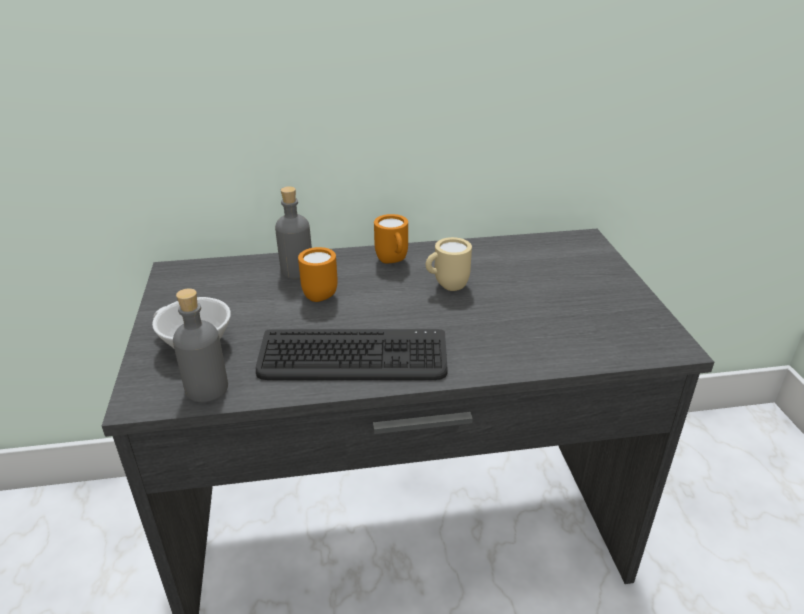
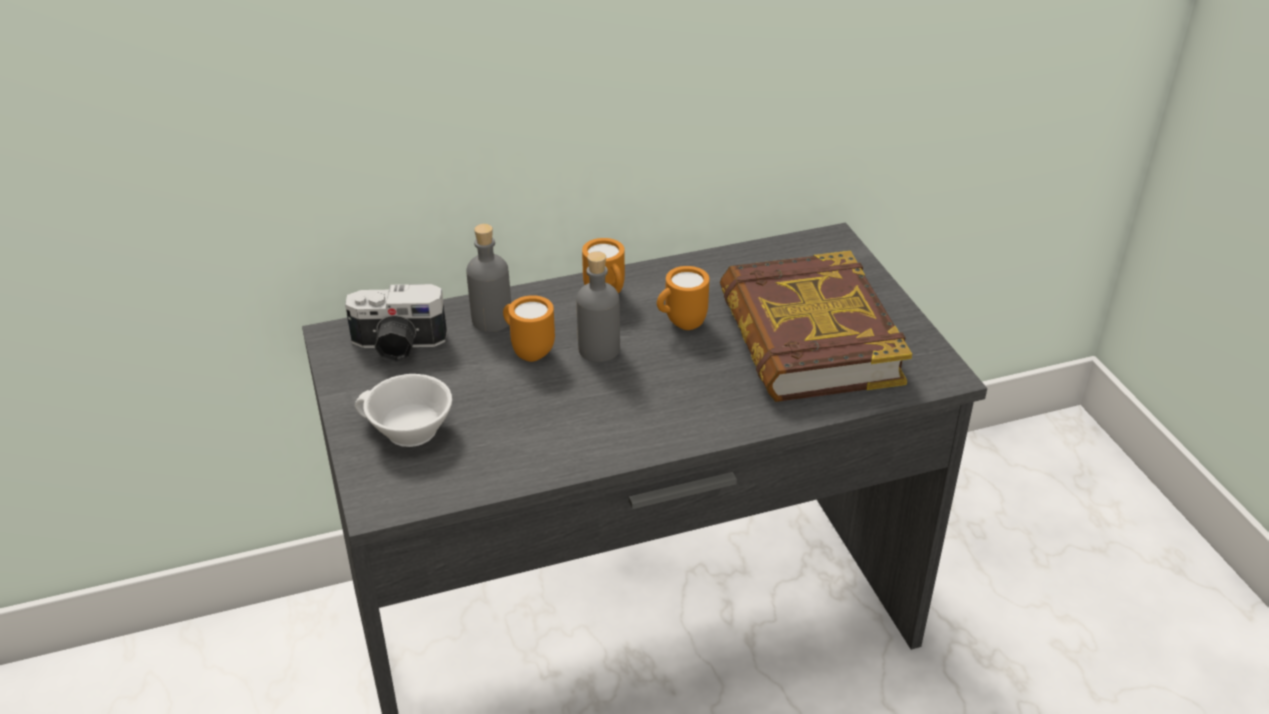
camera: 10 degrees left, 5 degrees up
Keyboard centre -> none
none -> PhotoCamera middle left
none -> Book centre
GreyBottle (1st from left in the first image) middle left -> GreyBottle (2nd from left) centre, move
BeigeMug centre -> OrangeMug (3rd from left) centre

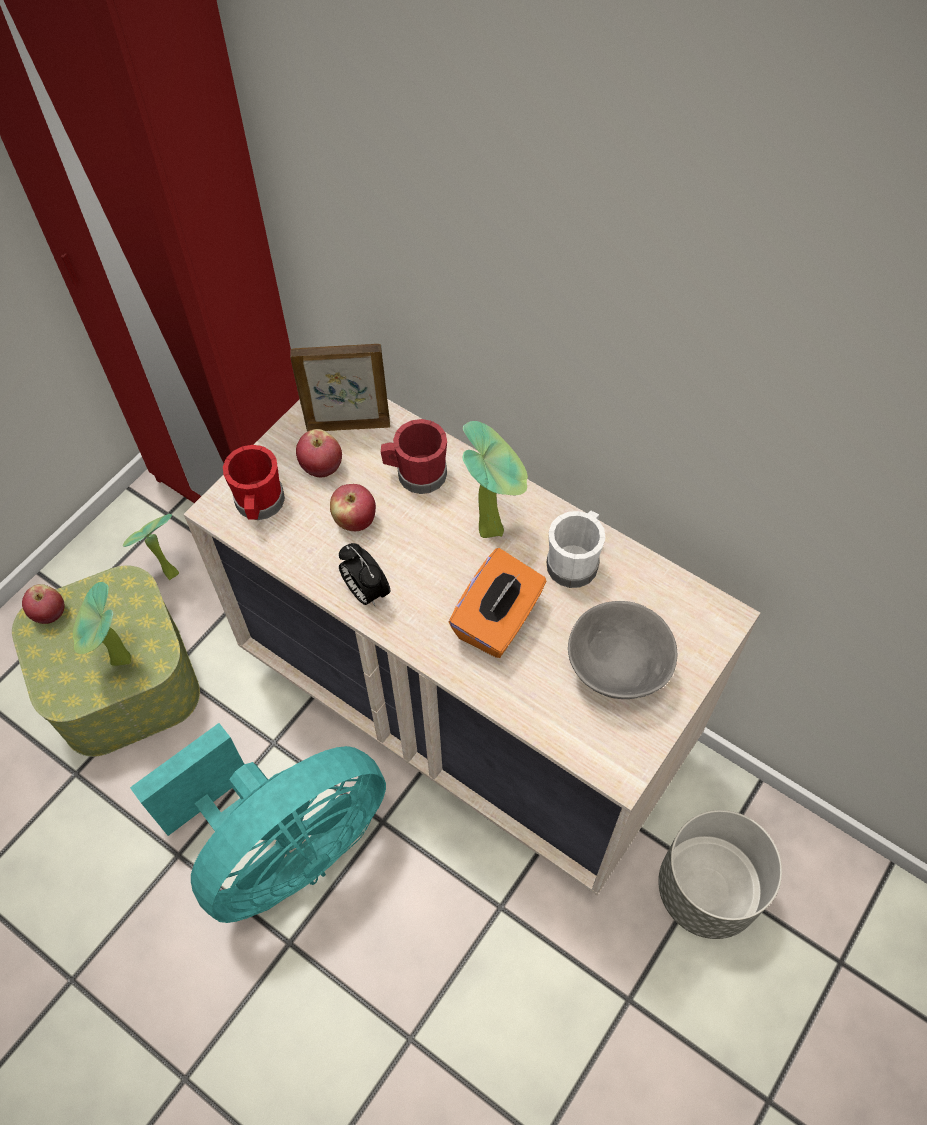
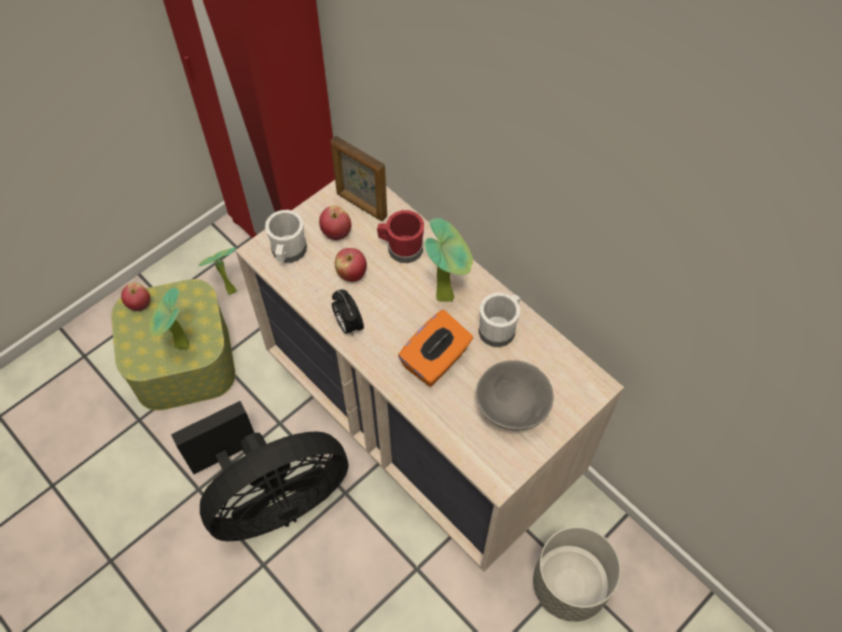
camera: 10 degrees right, 0 degrees up
TurquoiseFan bottom left -> BlackFan bottom left
RedMug (1st from left) middle left -> WhiteMug (1st from left) centre
PictureFrame centre -> PictureFrame top centre, 150 degrees counterclockwise

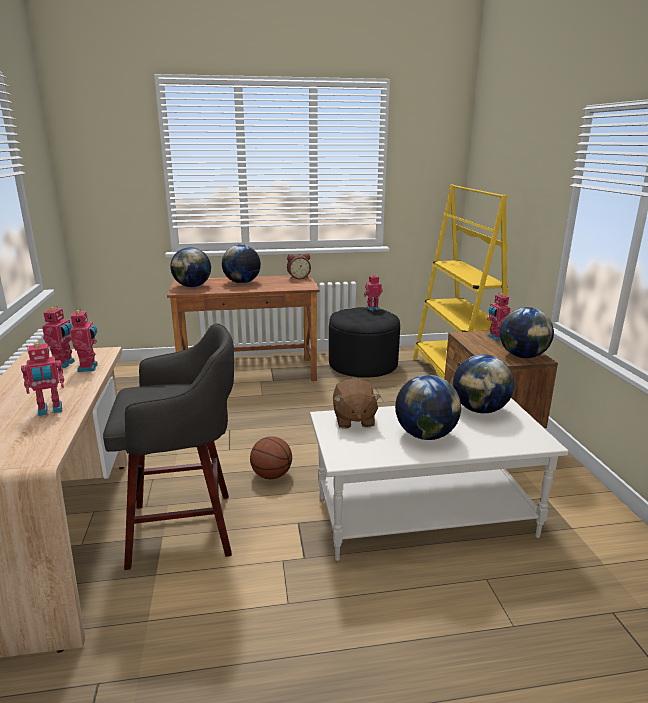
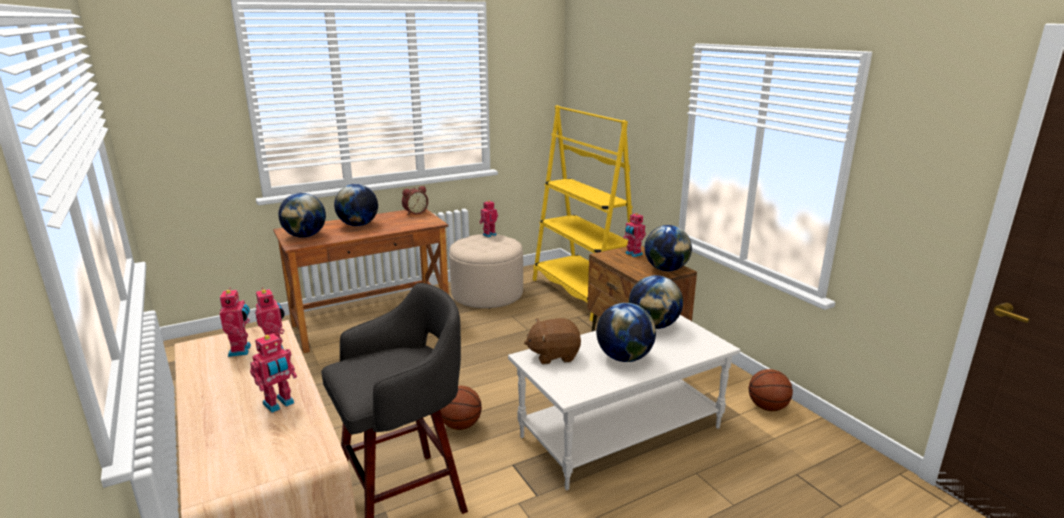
camera: 20 degrees left, 0 degrees up
none -> Basketball (2nd from left) bottom right
BlackOttoman centre -> BeigeOttoman centre
BrownPlushToy centre, 105 degrees clockwise

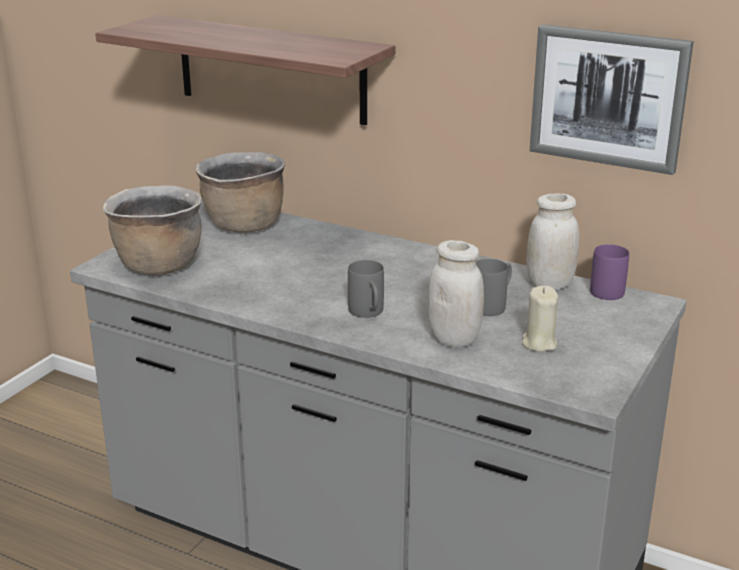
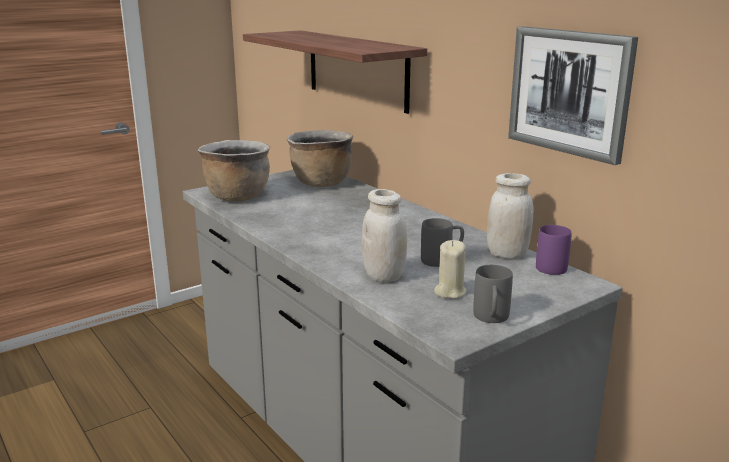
camera: 25 degrees right, 5 degrees down
GreyMug (1st from left in the first image) centre -> GreyMug (2nd from left) middle right, move

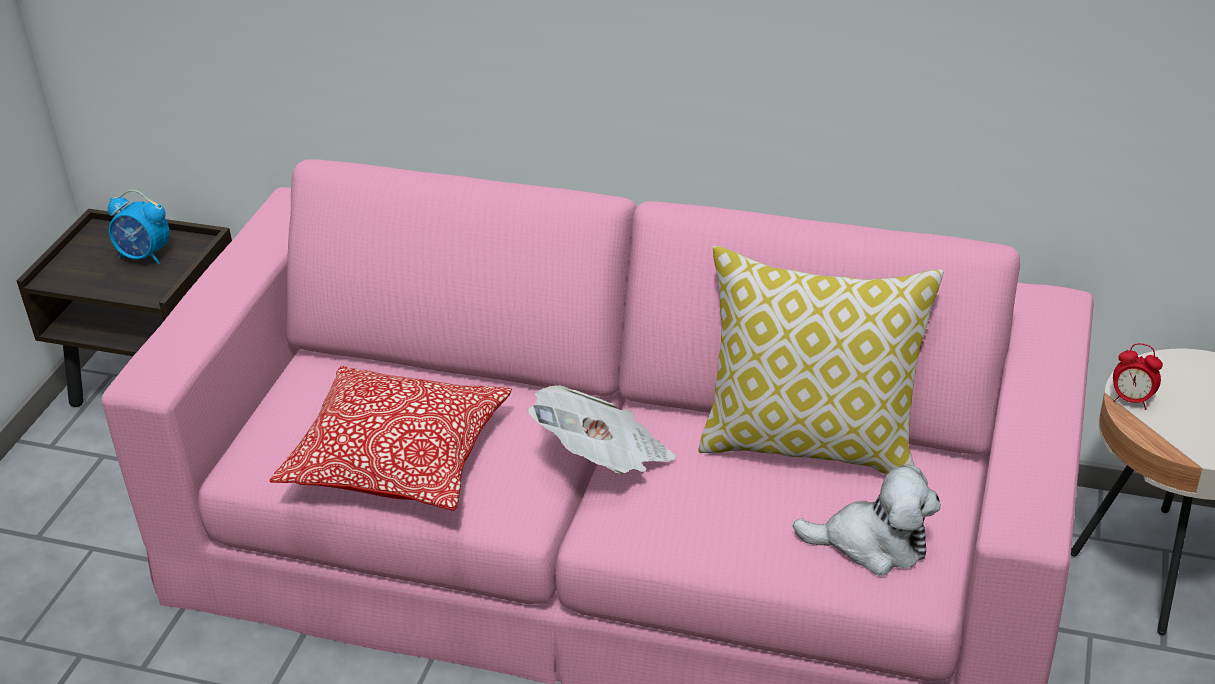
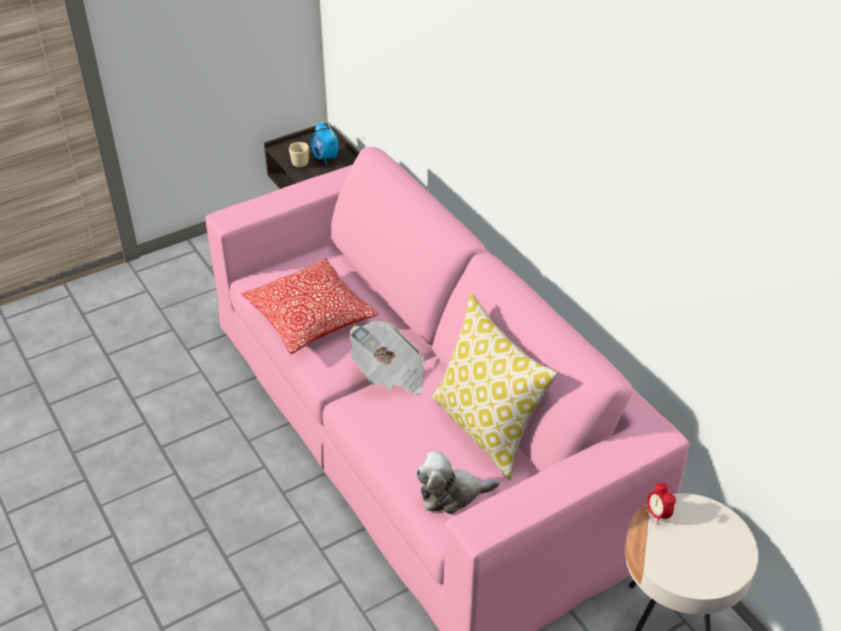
camera: 40 degrees right, 5 degrees up
none -> BeigeMug top centre
PlushToy bottom right -> PlushToy bottom centre, 120 degrees clockwise

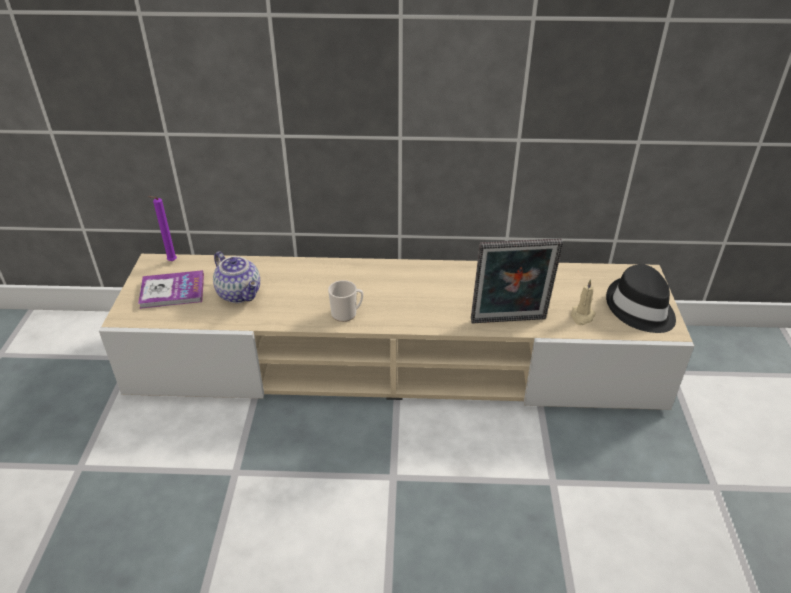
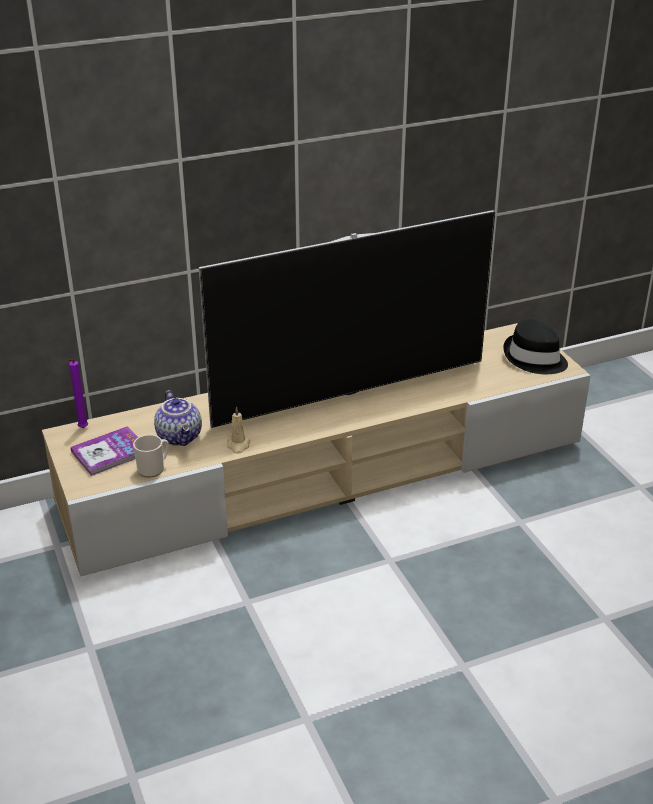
camera: 25 degrees left, 5 degrees down
PictureFrame centre -> none
none -> Television centre
Mug centre -> Mug middle left, move
BeigeCandle middle right -> BeigeCandle centre, move
Teapot middle left, 45 degrees clockwise

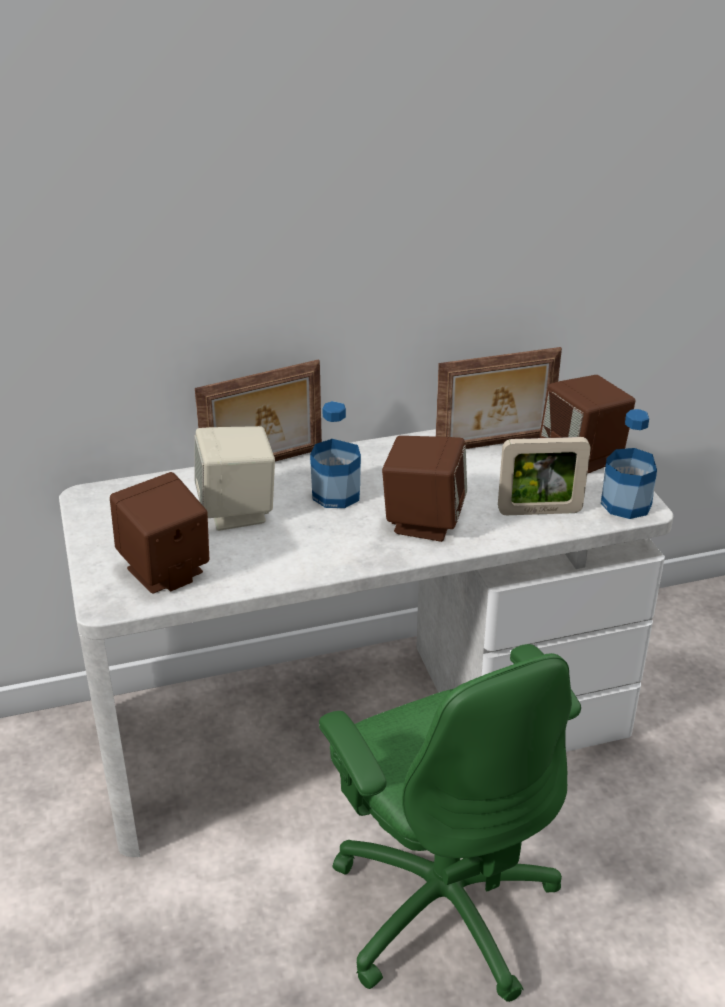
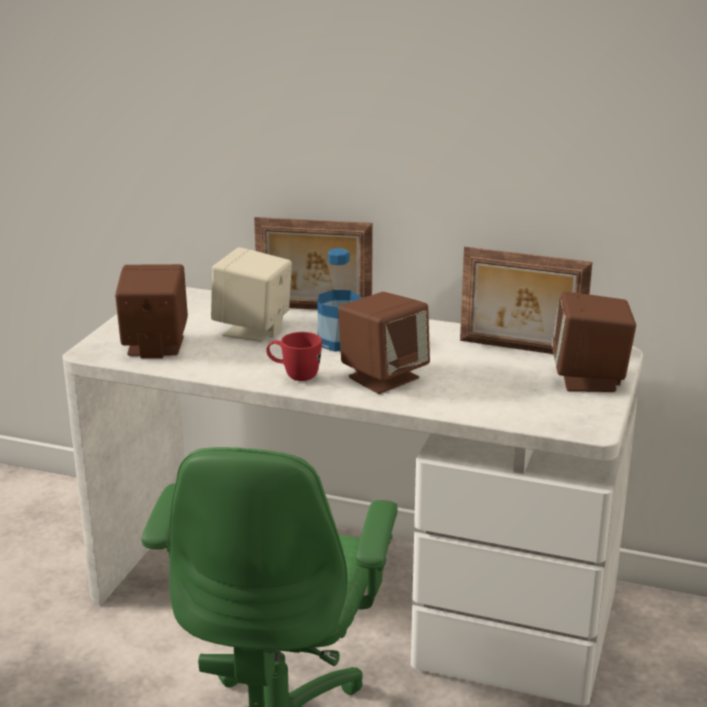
camera: 35 degrees right, 10 degrees down
PictureFrame (3rd from left) middle right -> none
Bottle (2nd from left) middle right -> none
none -> RedMug centre

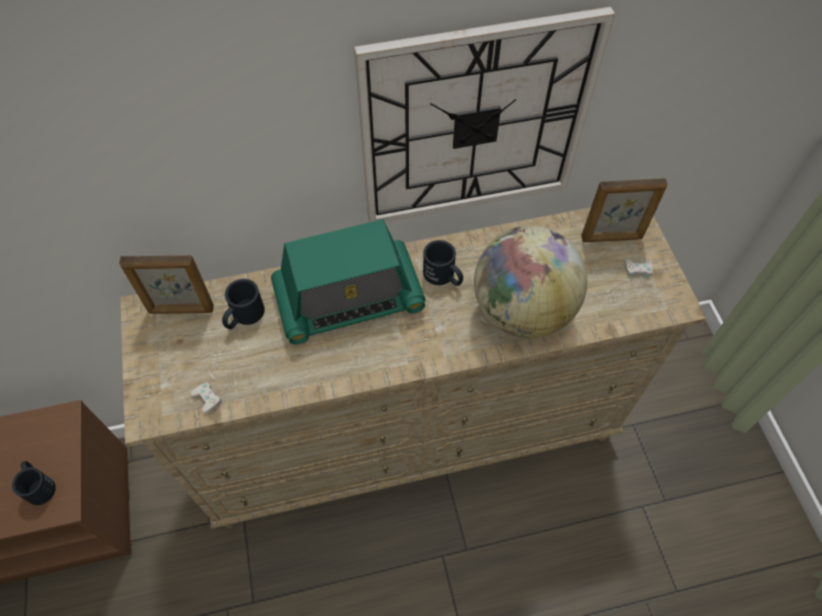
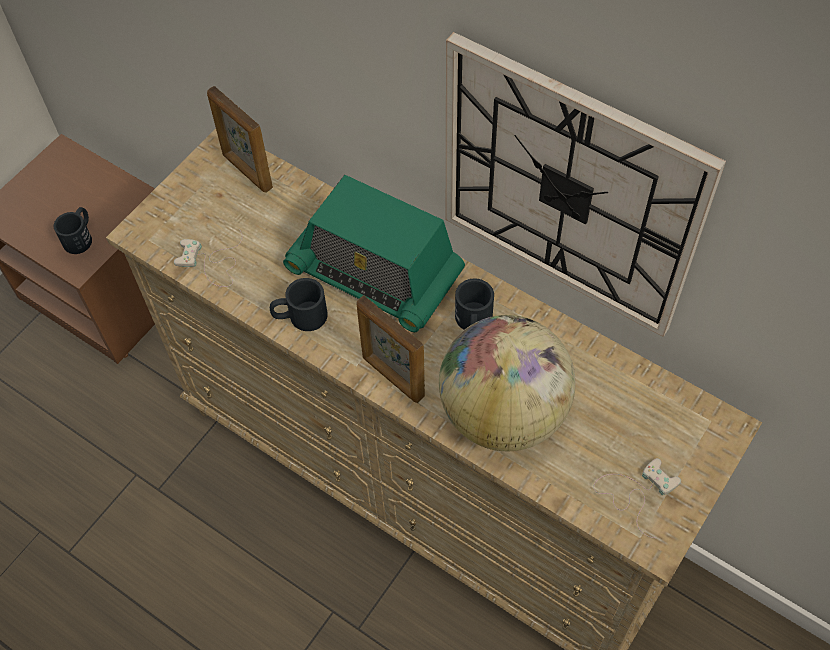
camera: 50 degrees right, 0 degrees up
BlackMug (2nd from left) middle left -> BlackMug (2nd from left) centre, move
PictureFrame (2nd from left) middle right -> PictureFrame (2nd from left) centre, move

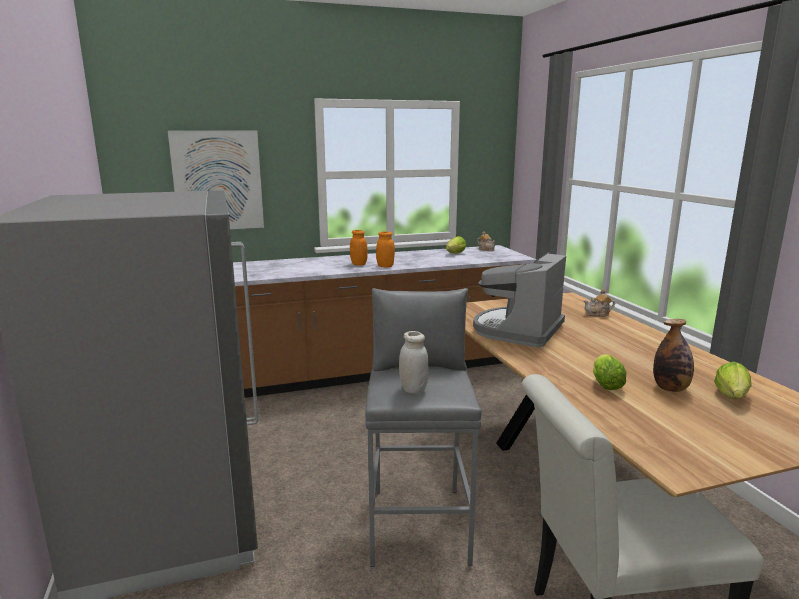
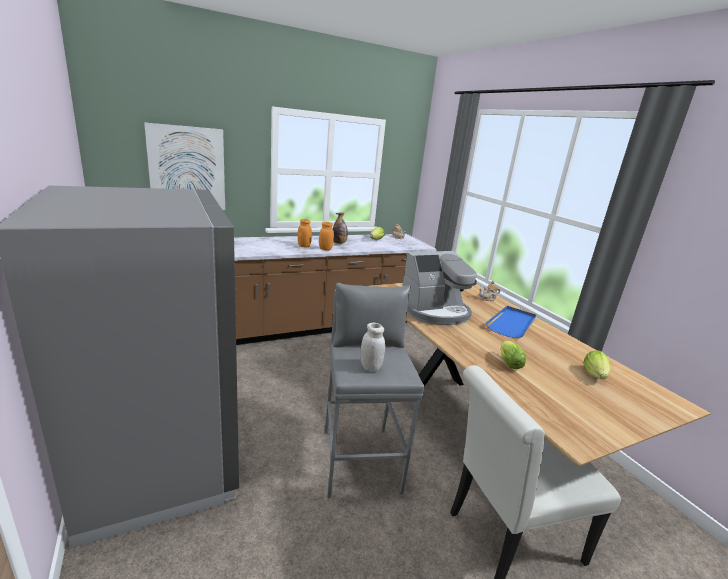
camera: 10 degrees left, 5 degrees up
none -> BlueTray middle right
Bottle middle right -> Bottle centre, move
CoffeeMachine centre, 135 degrees counterclockwise

